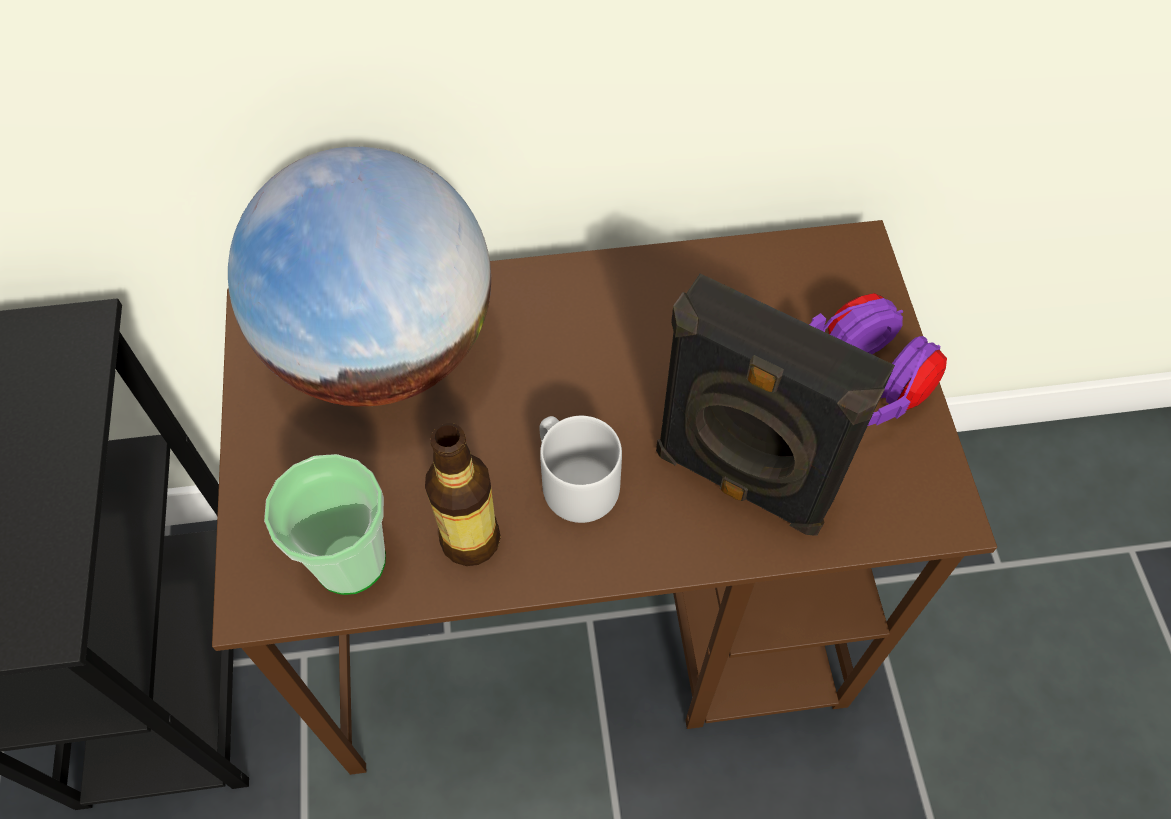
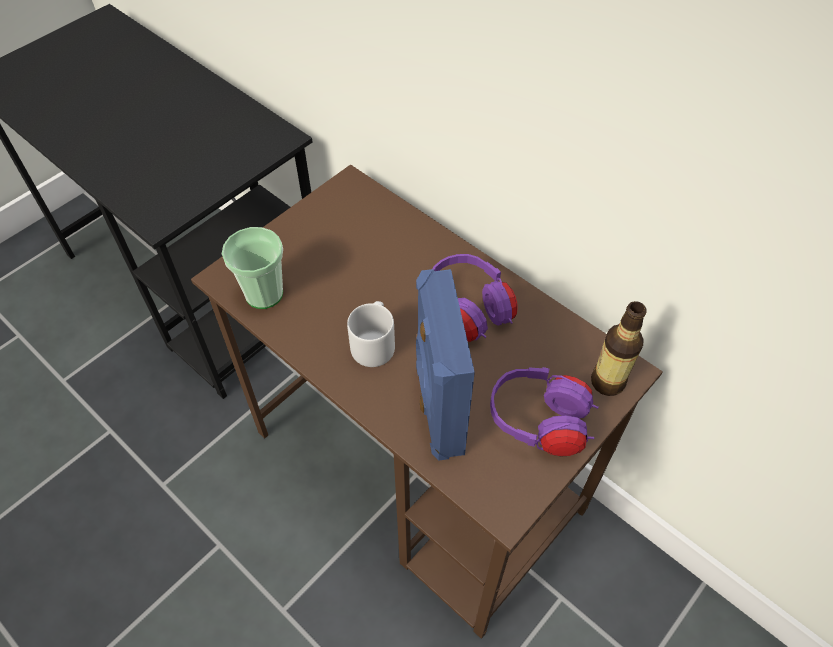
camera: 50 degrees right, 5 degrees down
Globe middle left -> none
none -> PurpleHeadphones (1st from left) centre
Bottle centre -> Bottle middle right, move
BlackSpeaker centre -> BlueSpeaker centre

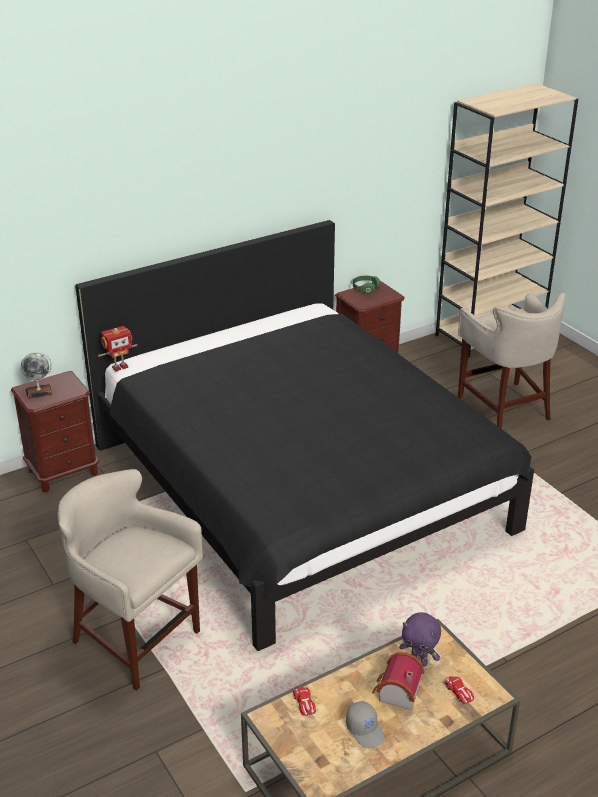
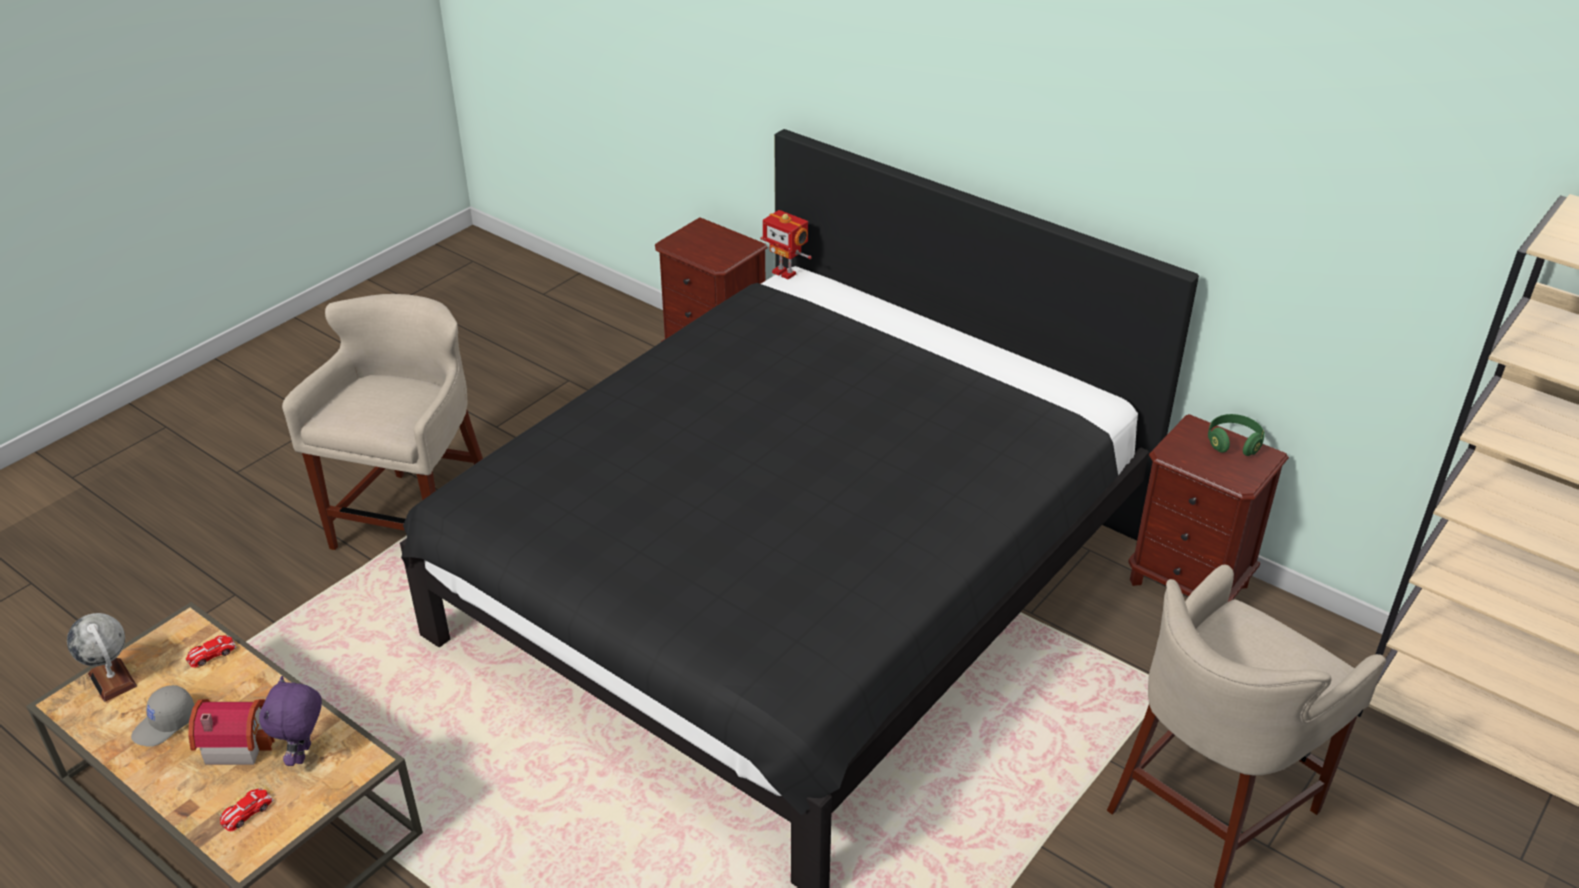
camera: 70 degrees right, 5 degrees up
Globe middle left -> Globe bottom left, move

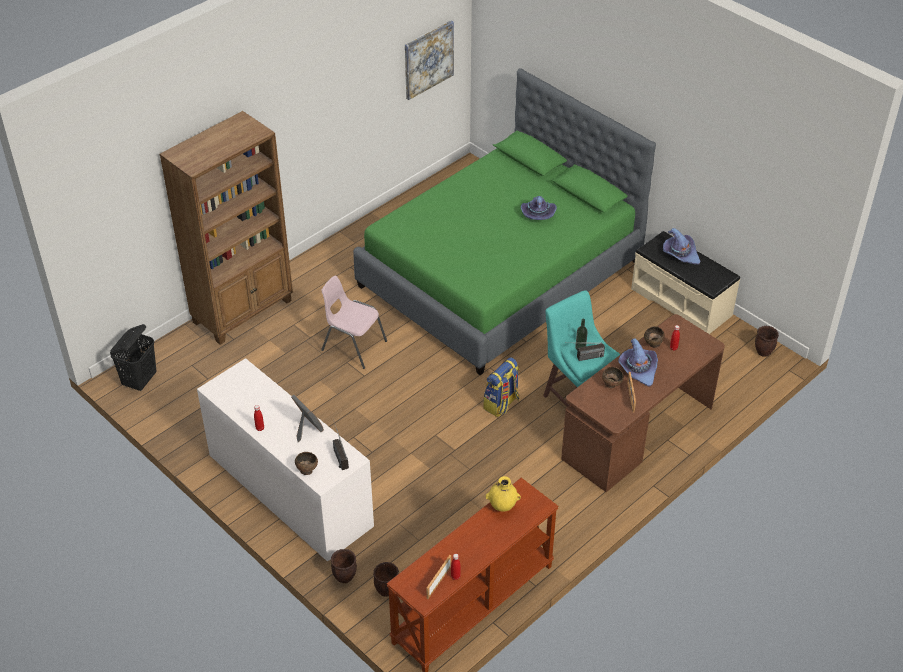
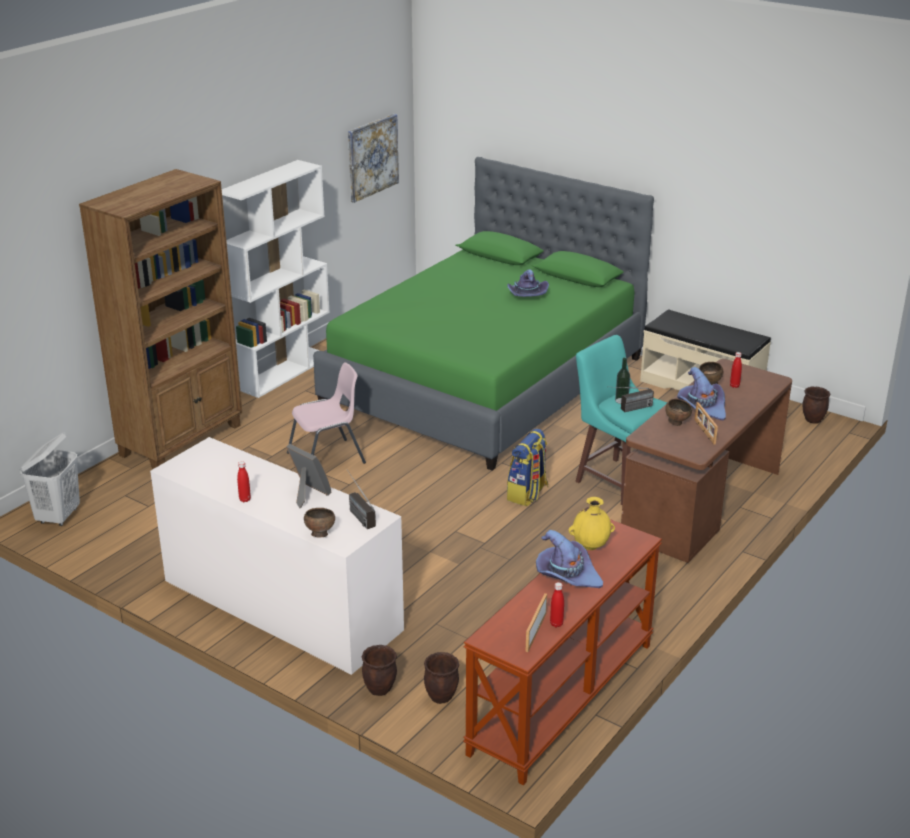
camera: 10 degrees left, 15 degrees down
none -> WhiteBookcase top left
PurpleHat (3rd from left in the first image) middle right -> PurpleHat (2nd from left) bottom centre, move
BlackLaundryBasket middle left -> WhiteLaundryBasket middle left
PinkChair centre, 135 degrees clockwise

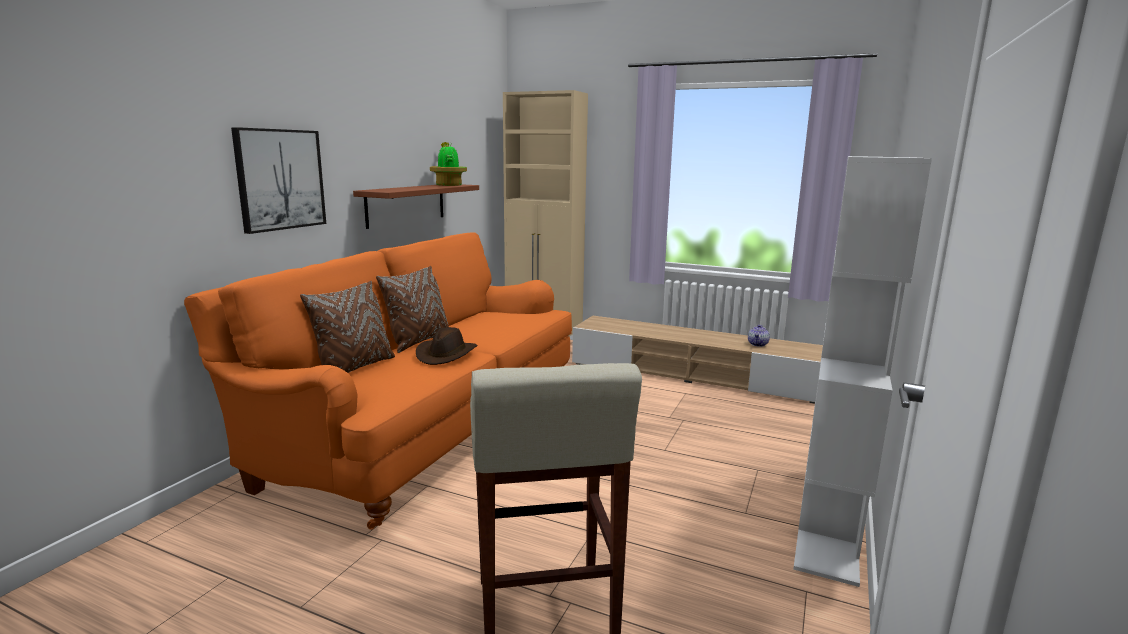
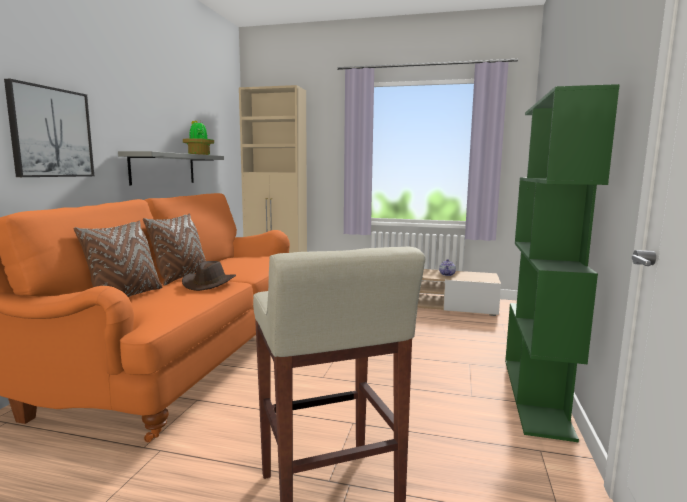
camera: 10 degrees left, 5 degrees down
BrownShelf top centre -> GreyShelf middle left
WhiteBookcase middle right -> GreenBookcase middle right

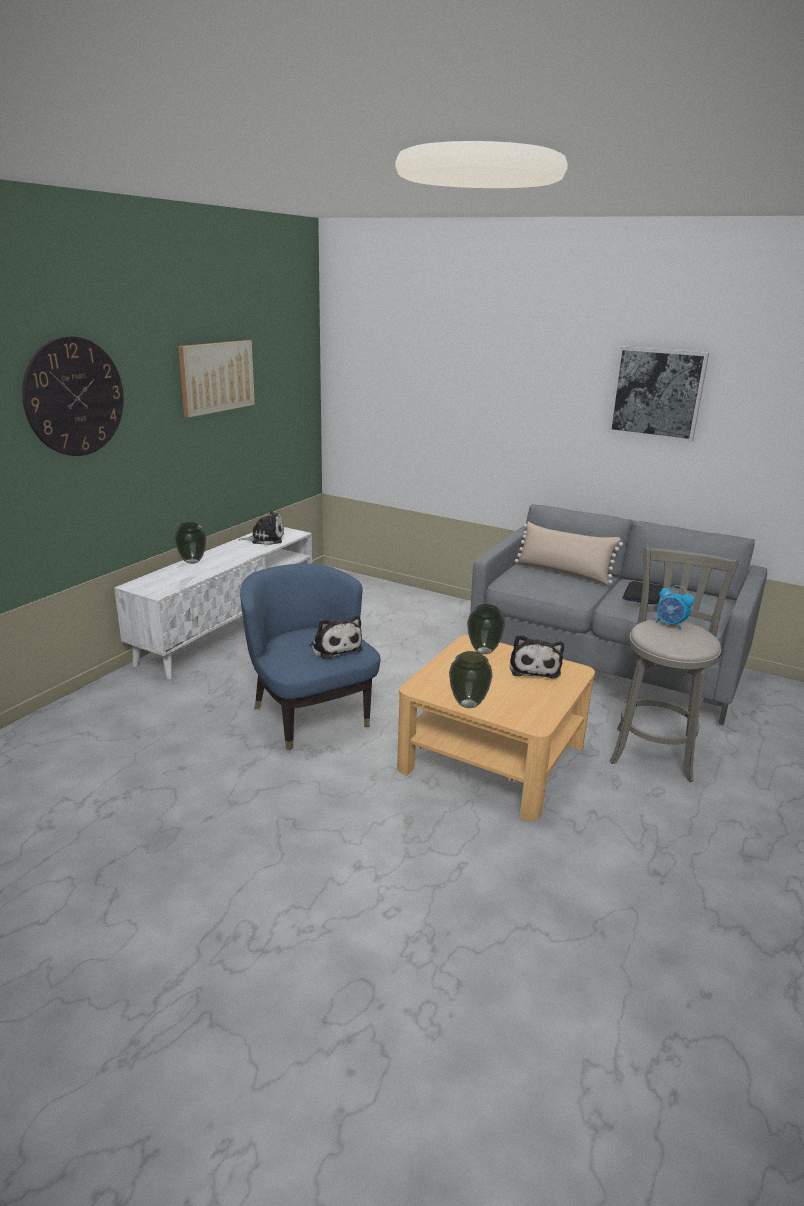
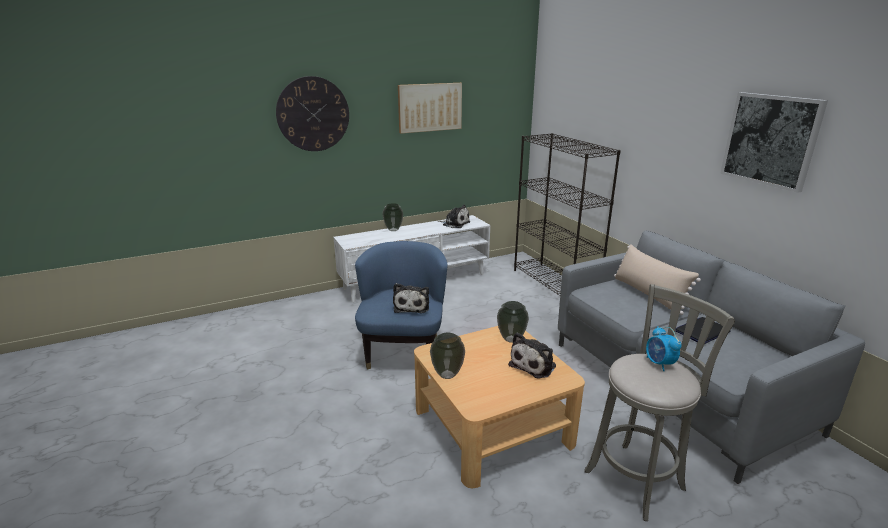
camera: 35 degrees right, 0 degrees up
none -> BlackBookcase centre

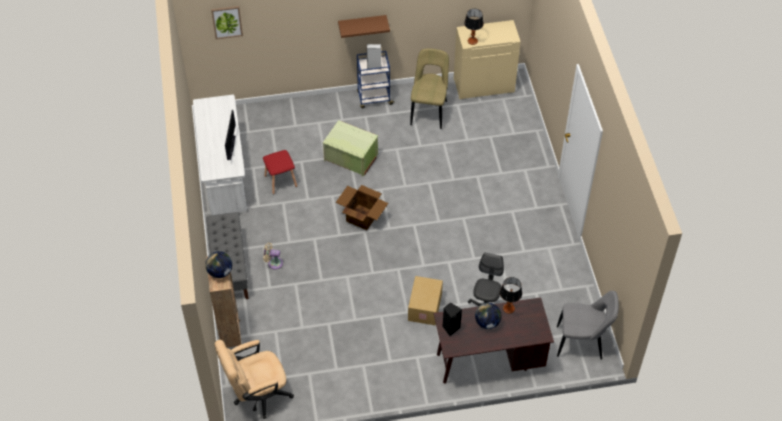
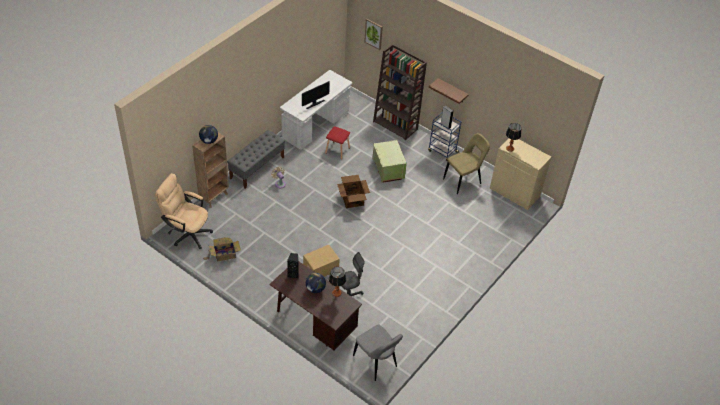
camera: 45 degrees right, 5 degrees down
none -> CardboardBox (1st from left) middle left
none -> BrownBookcase (2nd from left) top centre

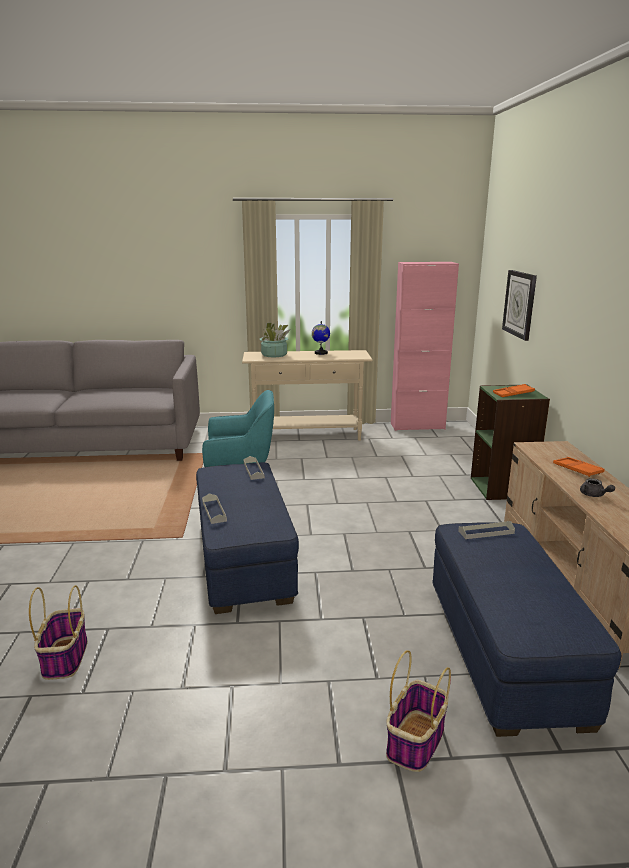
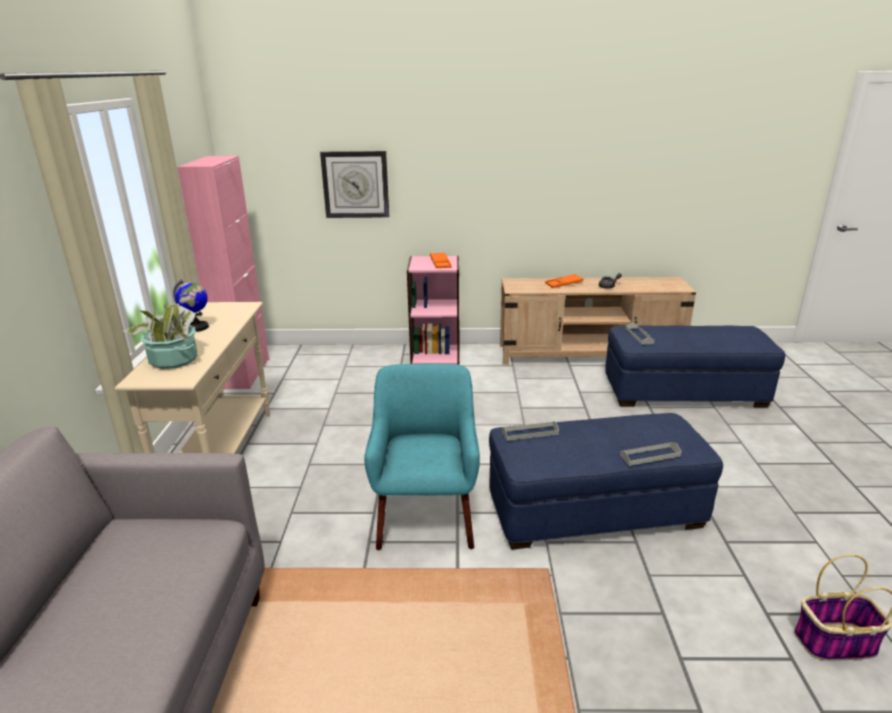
camera: 85 degrees left, 5 degrees up
Basket (2nd from left) bottom centre -> none
GreenBookcase middle right -> PinkBookcase centre

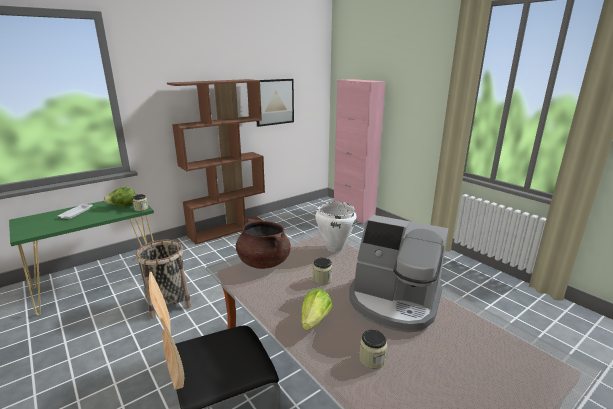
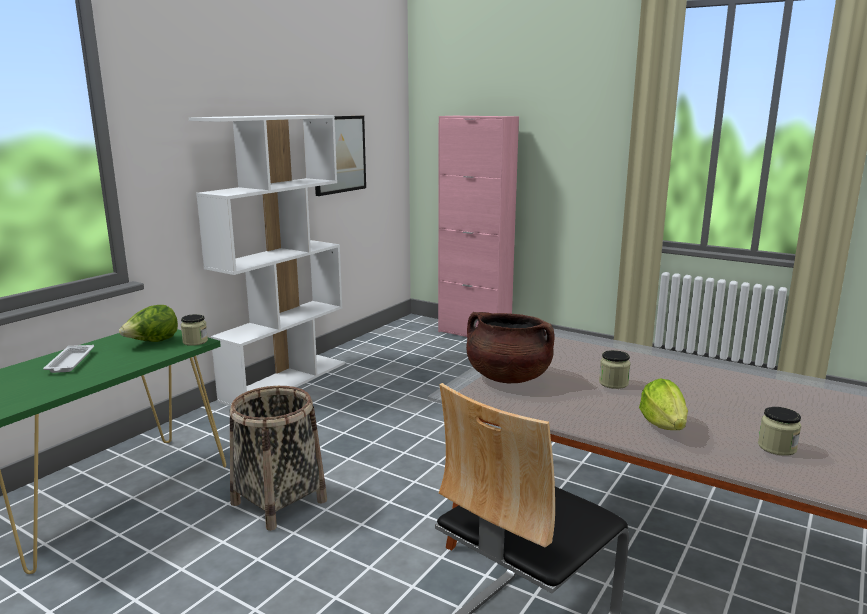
camera: 20 degrees left, 5 degrees down
WhiteCookingPot centre -> none
CoffeeMachine bottom centre -> none
BrownBookcase centre -> WhiteBookcase middle left

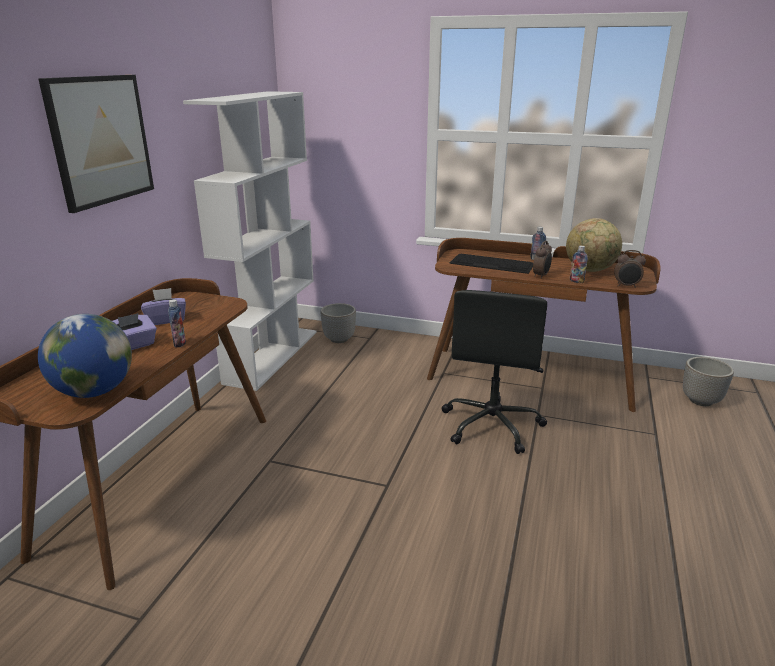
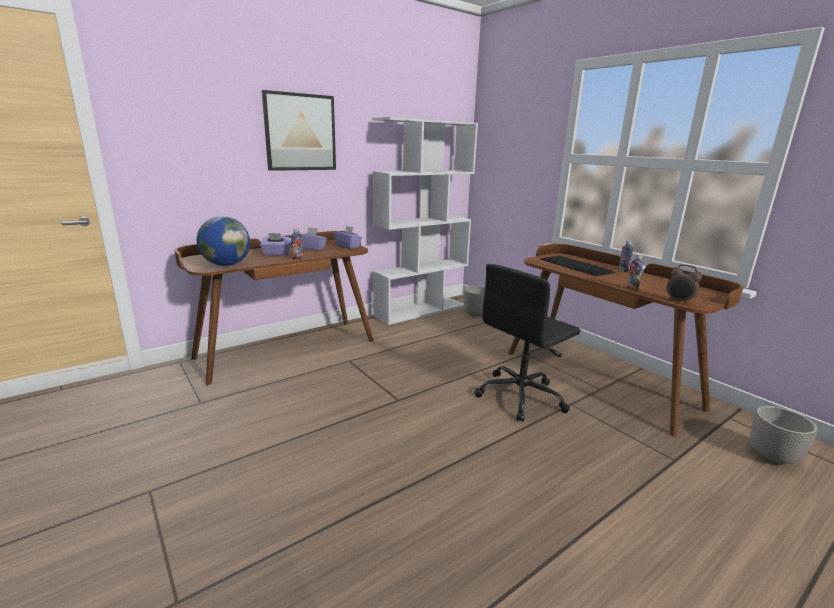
camera: 35 degrees right, 5 degrees down
AlarmClock (1st from left) middle right -> none
Globe (2nd from left) middle right -> none
none -> PurpleTissueBox (3rd from left) centre

